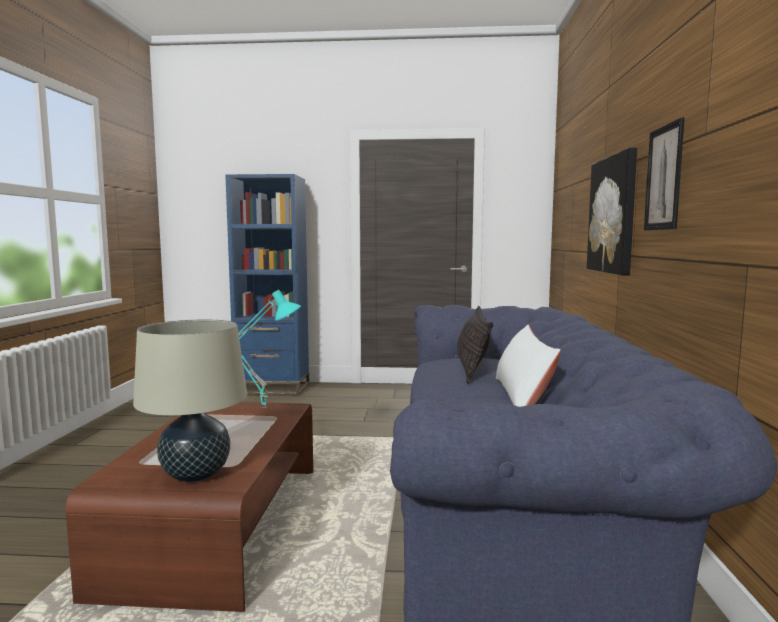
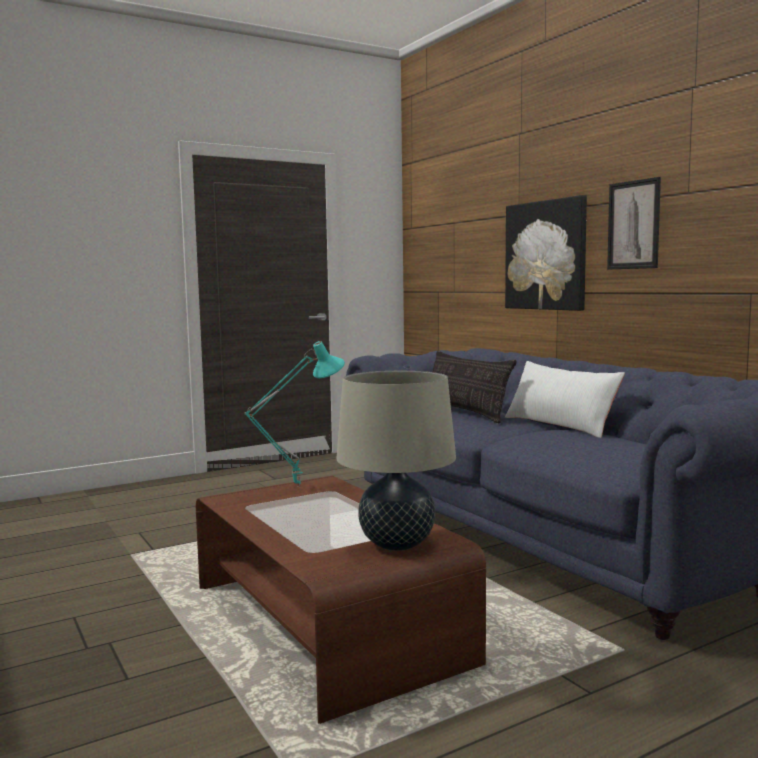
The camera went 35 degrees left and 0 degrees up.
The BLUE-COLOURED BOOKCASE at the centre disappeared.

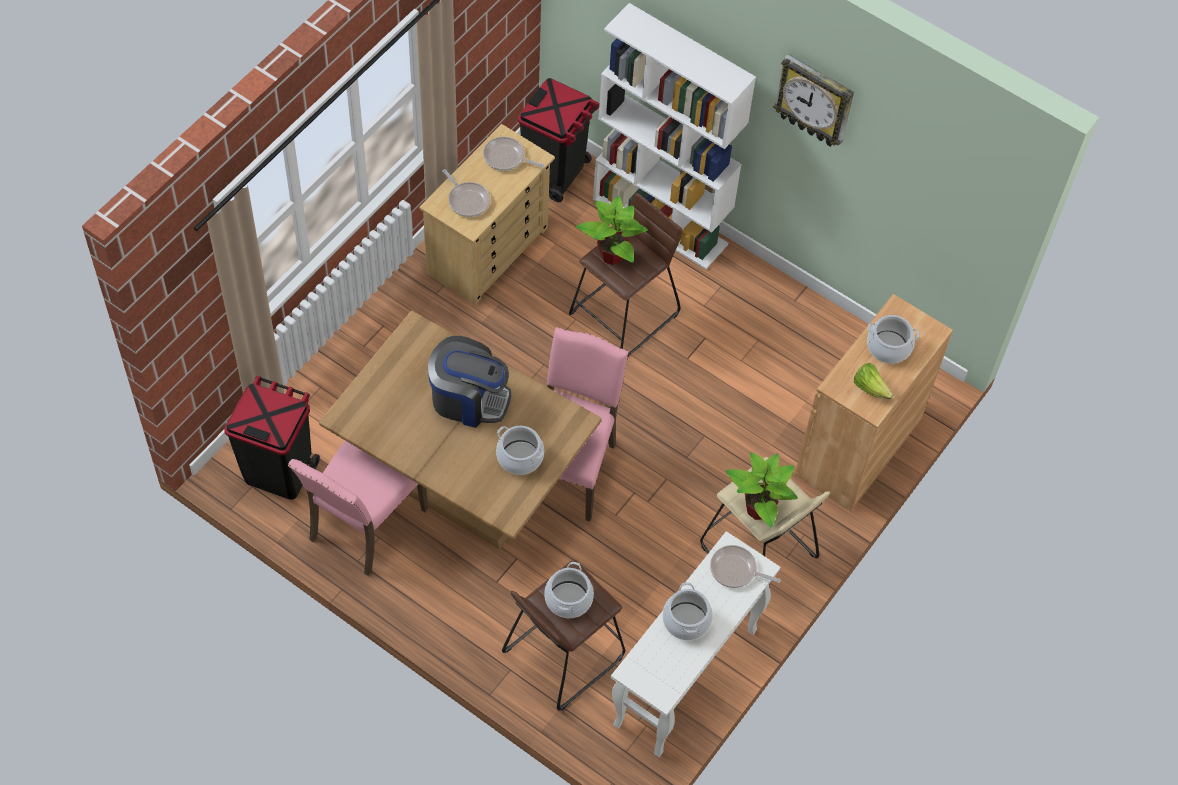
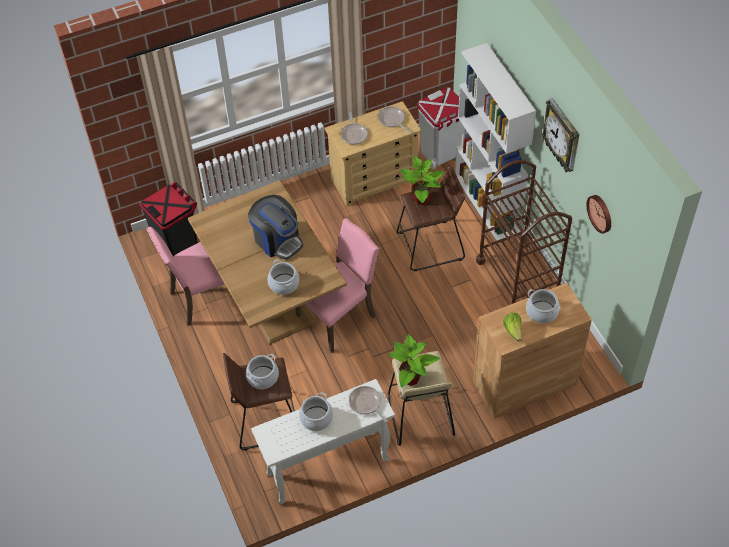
The camera went 35 degrees right and 5 degrees down.
The BLACK RUBBISH BIN (2nd from left) at the top centre became the WHITE-COLOURED RUBBISH BIN at the top centre.
The BROWNISH TROLLEY at the middle right appeared.
The WALL CLOCK (2nd from left) at the middle right appeared.

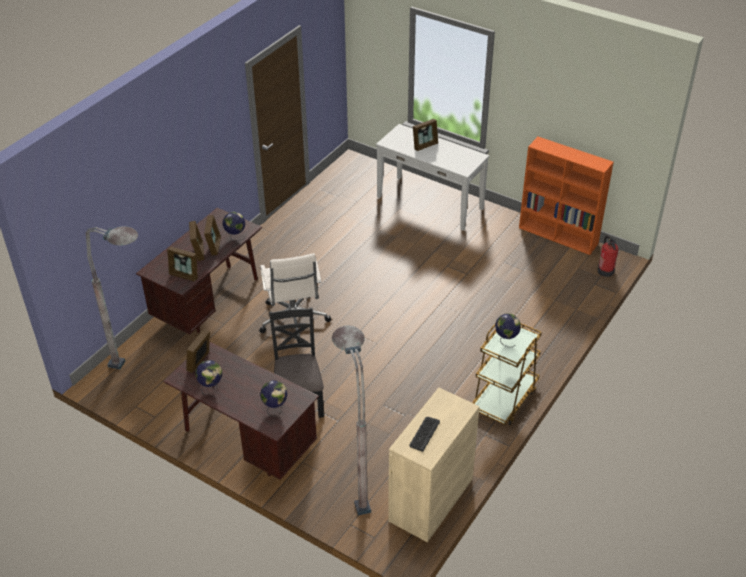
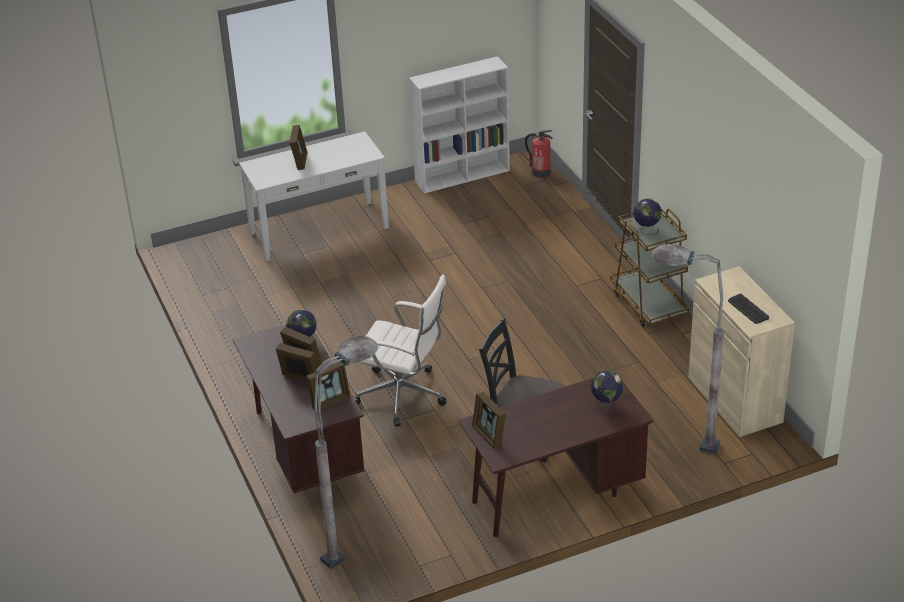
The camera went 55 degrees left and 5 degrees down.
The ORANGE BOOKCASE at the middle right became the WHITE-COLOURED BOOKCASE at the top centre.
The GLOBE (1st from left) at the middle left disappeared.

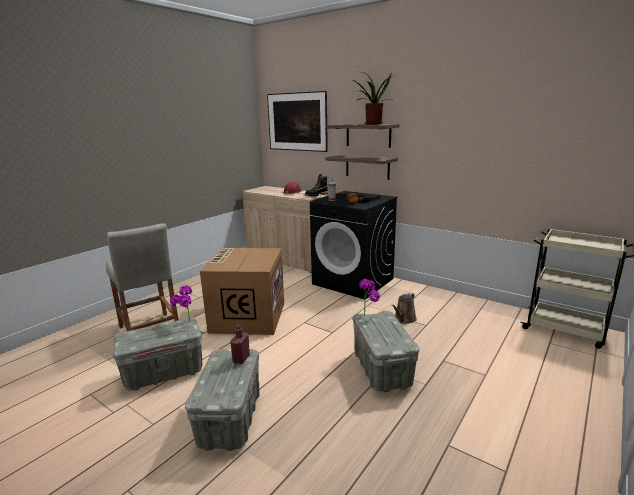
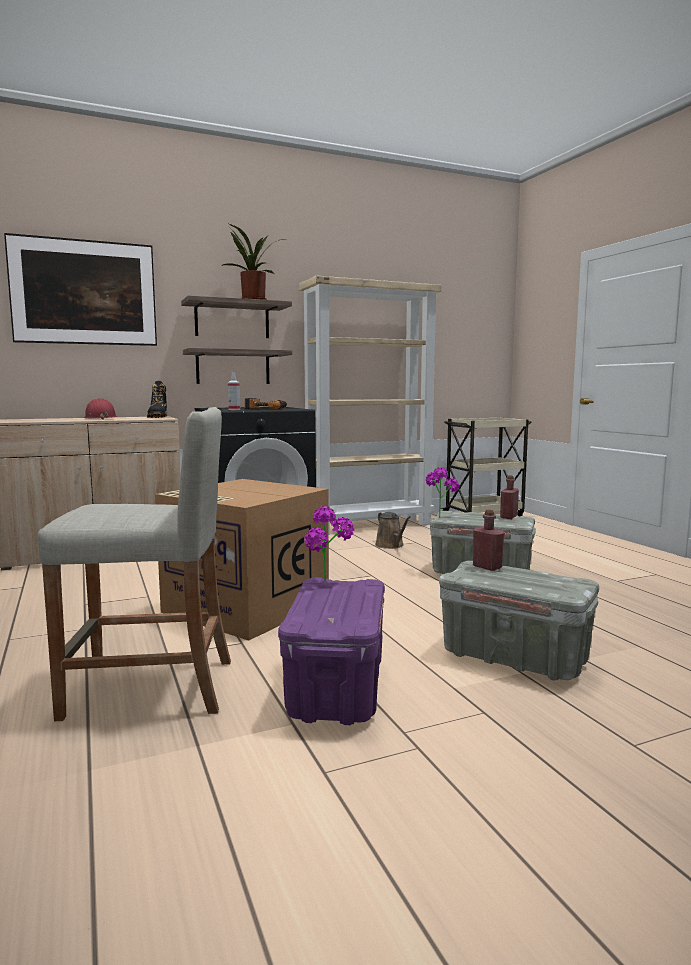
The camera went 60 degrees left and 10 degrees down.
The GRAY STORAGE BIN (1st from left) at the bottom left became the PURPLISH STORAGE BIN at the bottom centre.
The SAND-COLOURED BOOKCASE at the centre appeared.
The RED DRINK BOTTLE (2nd from left) at the middle right appeared.

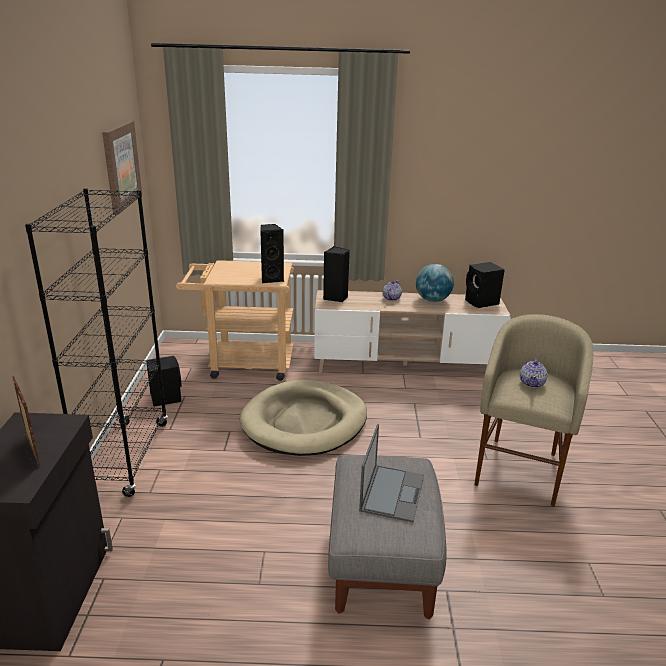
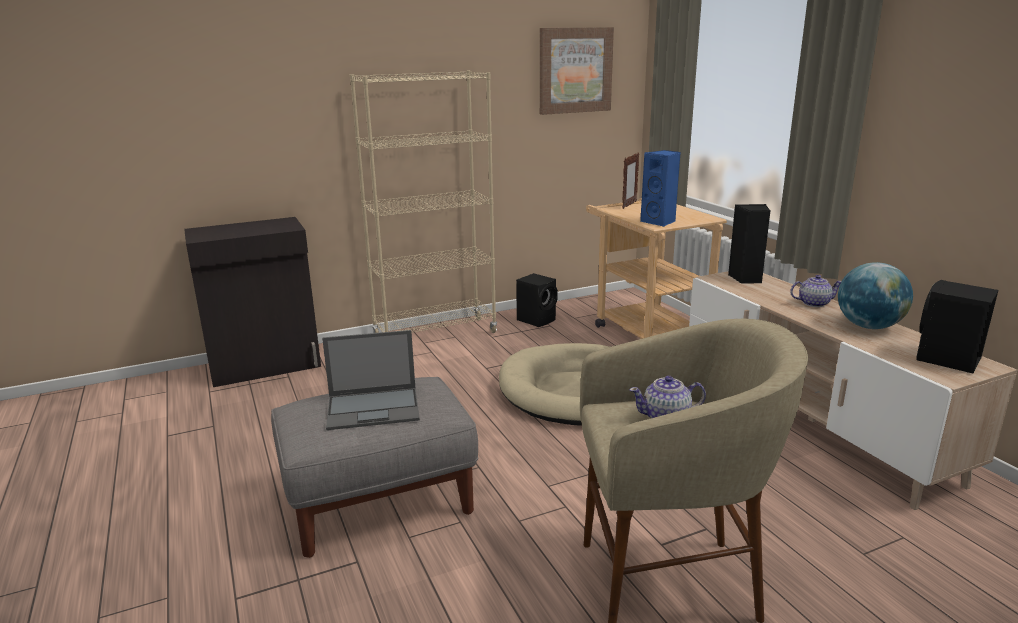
The camera went 65 degrees right and 5 degrees down.
The BLACK BOOKCASE at the middle left became the SAND-COLOURED BOOKCASE at the top centre.
The PICTURE FRAME moved from the middle left to the top centre.
The BLACK LOUDSPEAKER (2nd from left) at the centre became the BLUE-COLOURED LOUDSPEAKER at the top centre.

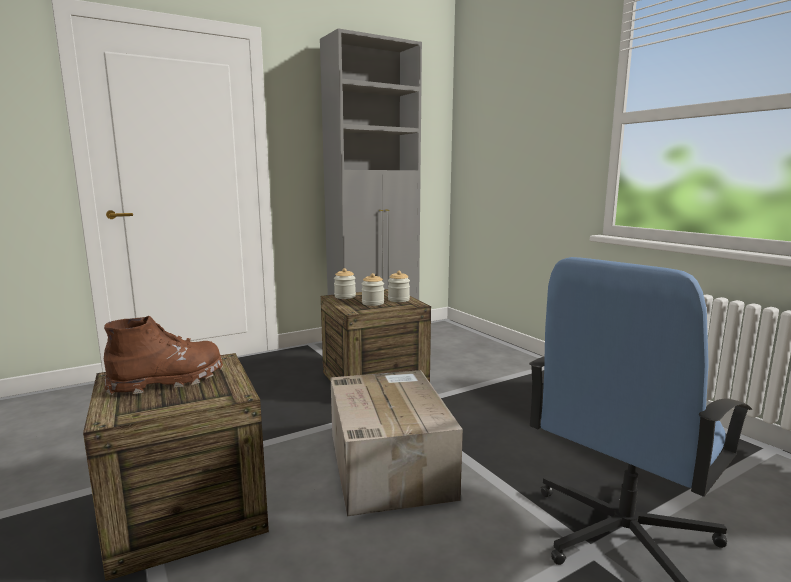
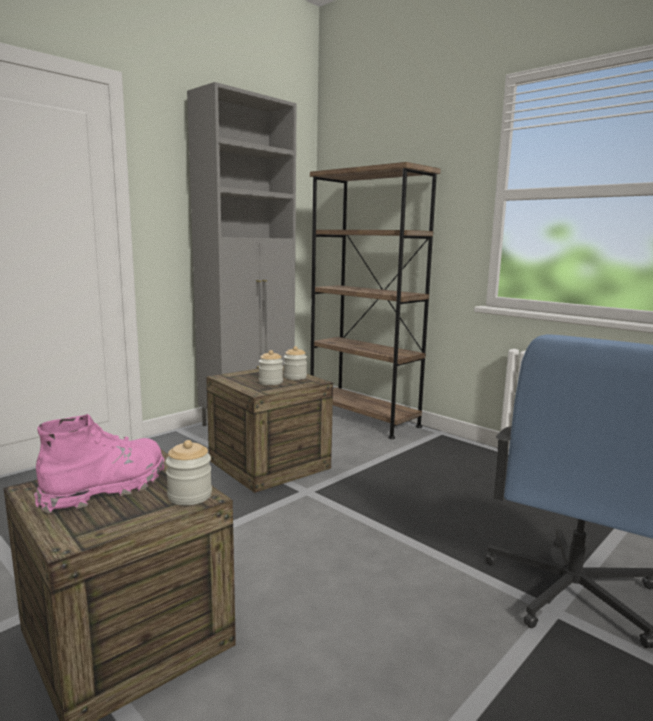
The camera went 15 degrees left and 0 degrees up.
The BROWNISH BOOT at the middle left became the PINK BOOT at the middle left.
The PRESERVE JAR (1st from left) moved from the centre to the middle left.
The BROWNISH BOOKCASE at the centre appeared.
The CARDBOARD BOX at the bottom centre disappeared.

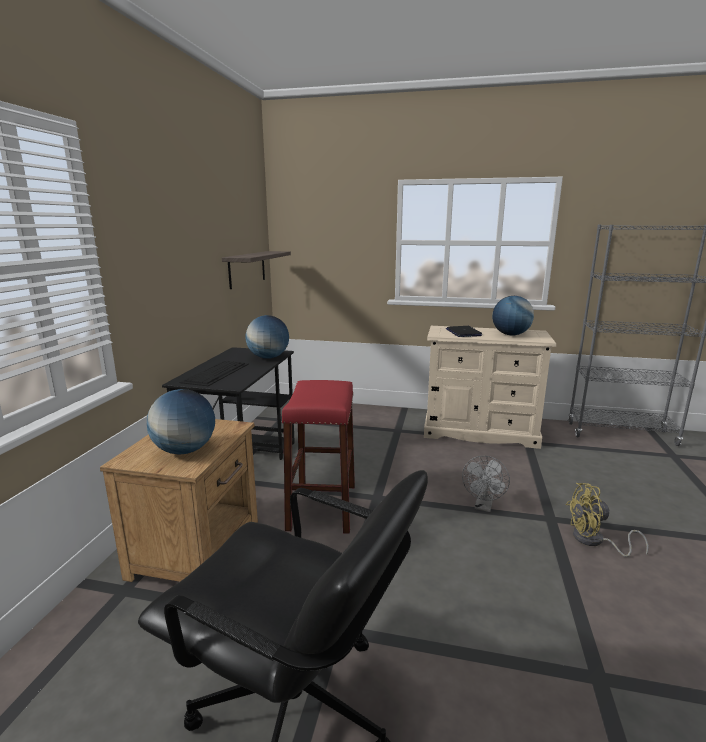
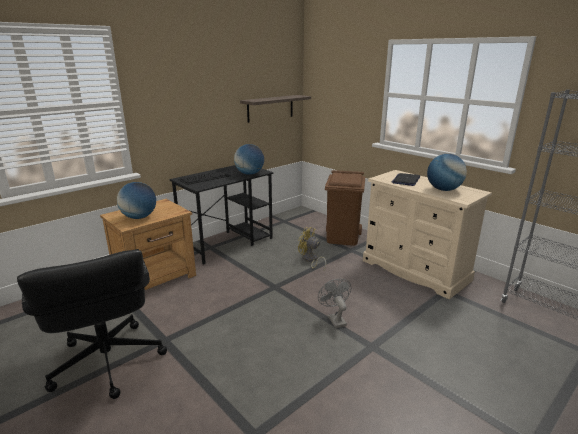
The camera went 35 degrees right and 5 degrees up.
The YELLOW FAN moved from the bottom right to the centre.
The GRAY FAN at the middle right turned 105 degrees clockwise.
The BROWNISH RUBBISH BIN at the centre appeared.
The RED SITTING STOOL at the centre disappeared.

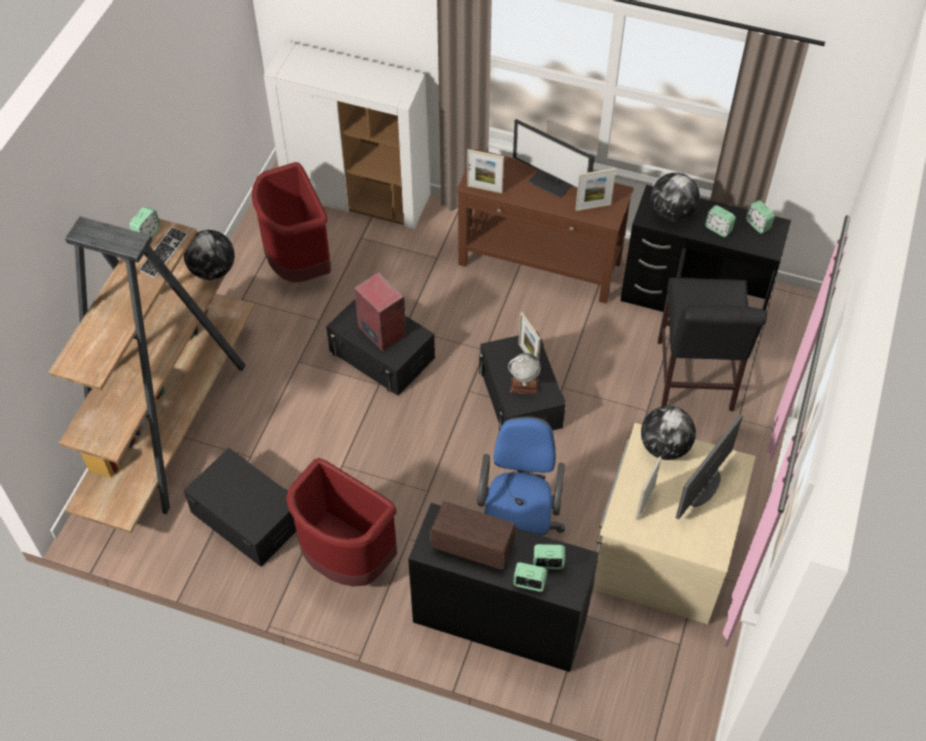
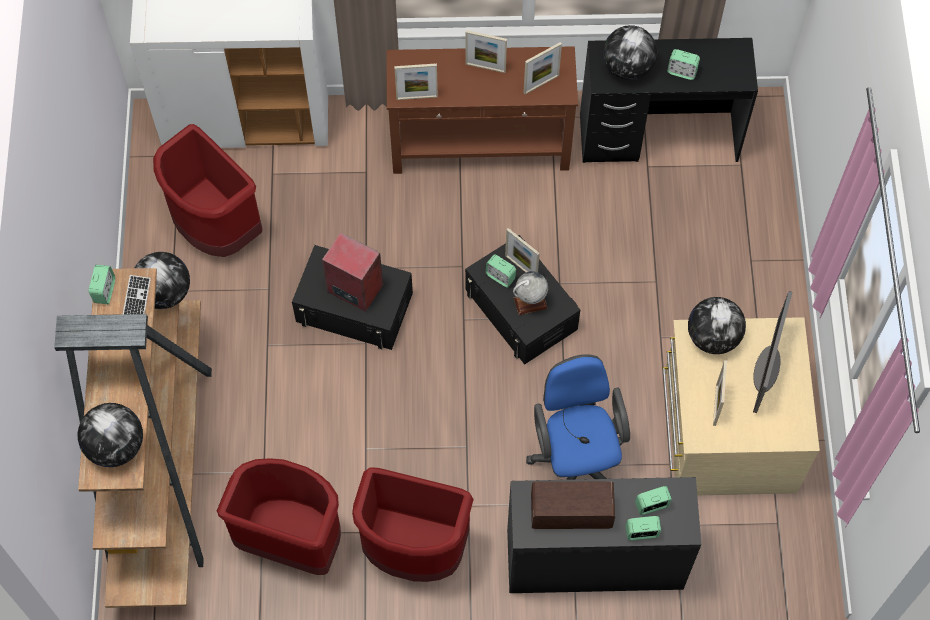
The camera went 20 degrees left and 10 degrees up.
The GLOBE (1st from left) at the bottom left appeared.
The BLACK STORAGE BIN (1st from left) at the bottom left was replaced by the RED RUBBISH BIN (2nd from left) at the bottom left.
The MONITOR (1st from left) at the top centre was replaced by the PICTURE FRAME (2nd from left) at the top centre.
The ALARM CLOCK (5th from left in the first image) moved from the top right to the centre.
The BLACK UPRIGHT CHAIR at the middle right disappeared.

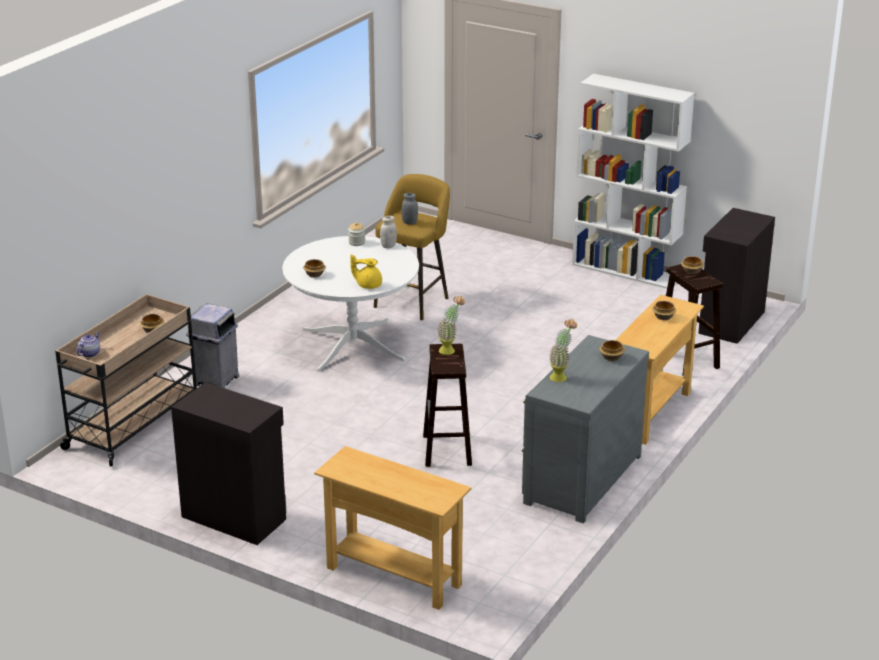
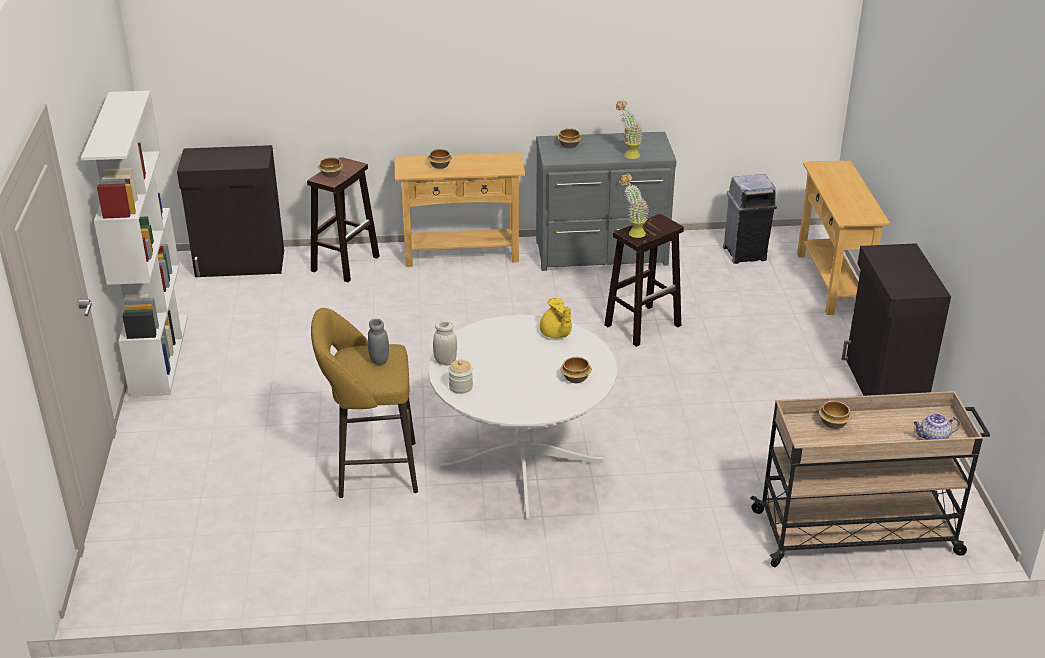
The camera went 125 degrees left and 5 degrees up.
The GRAY RUBBISH BIN moved from the middle left to the top right.

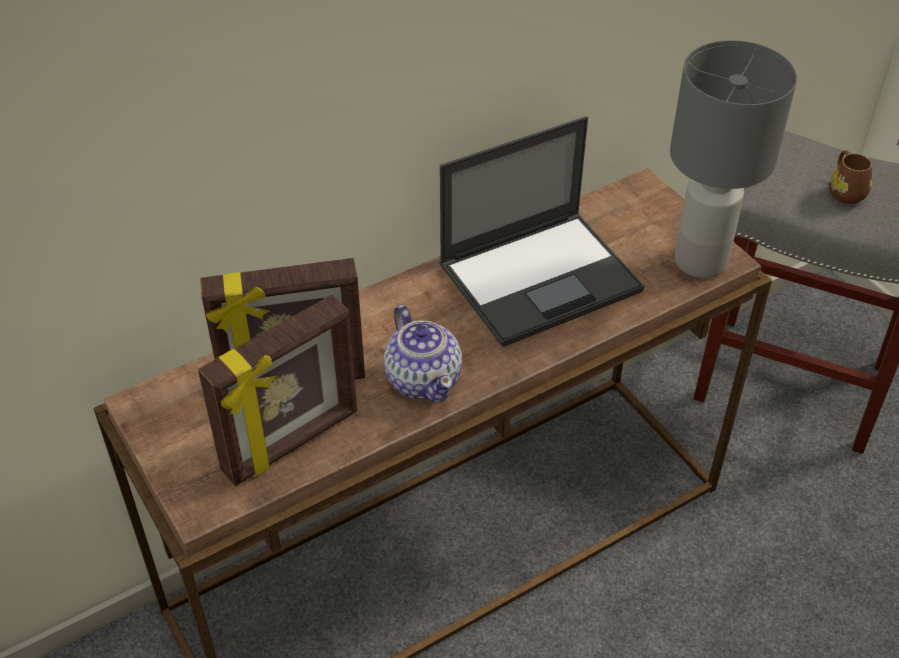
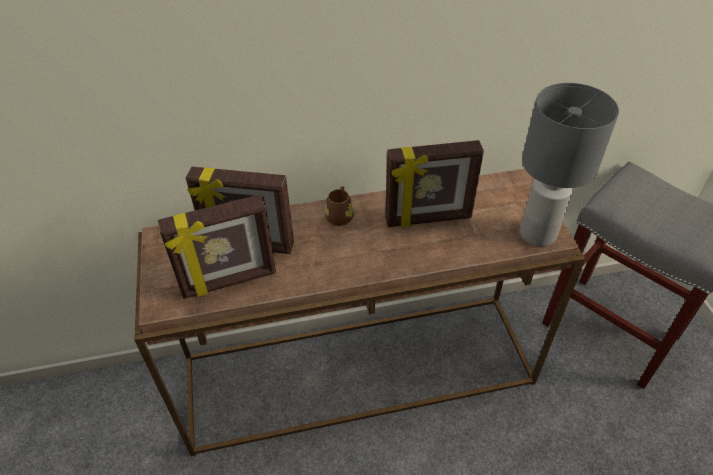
The camera went 20 degrees right and 0 degrees up.
The BROWNISH TEA MUG moved from the top right to the centre.
The LAPTOP at the centre was replaced by the PICTURE FRAME (3rd from left) at the centre.
The POT FOR TEA at the centre disappeared.

